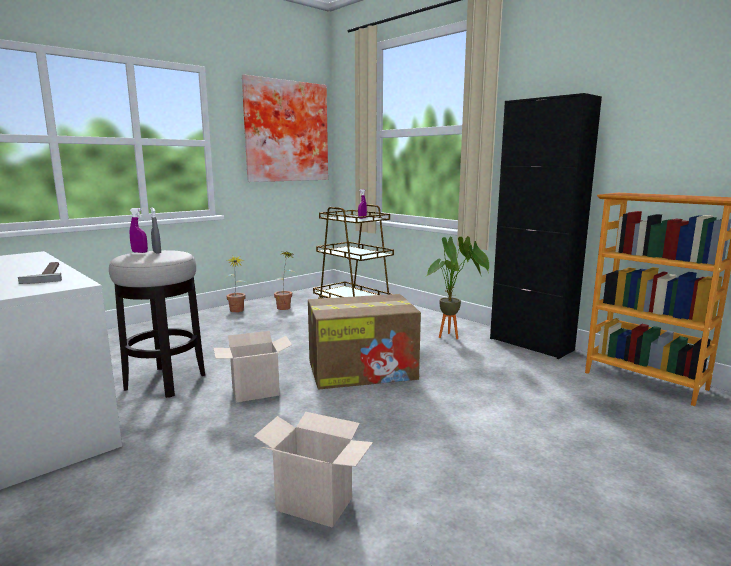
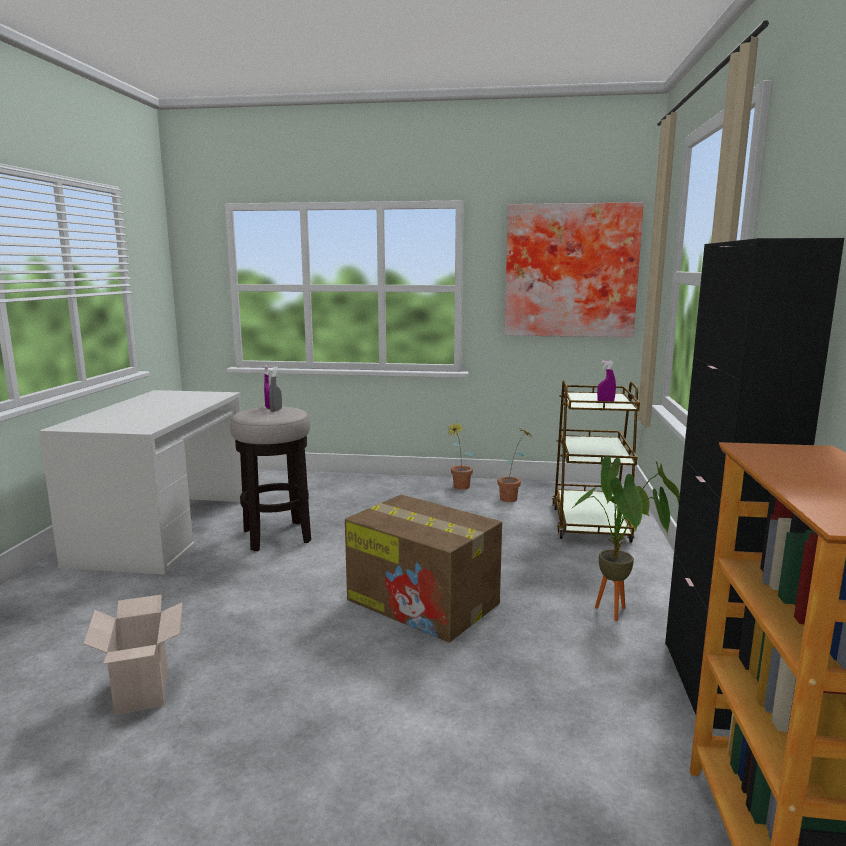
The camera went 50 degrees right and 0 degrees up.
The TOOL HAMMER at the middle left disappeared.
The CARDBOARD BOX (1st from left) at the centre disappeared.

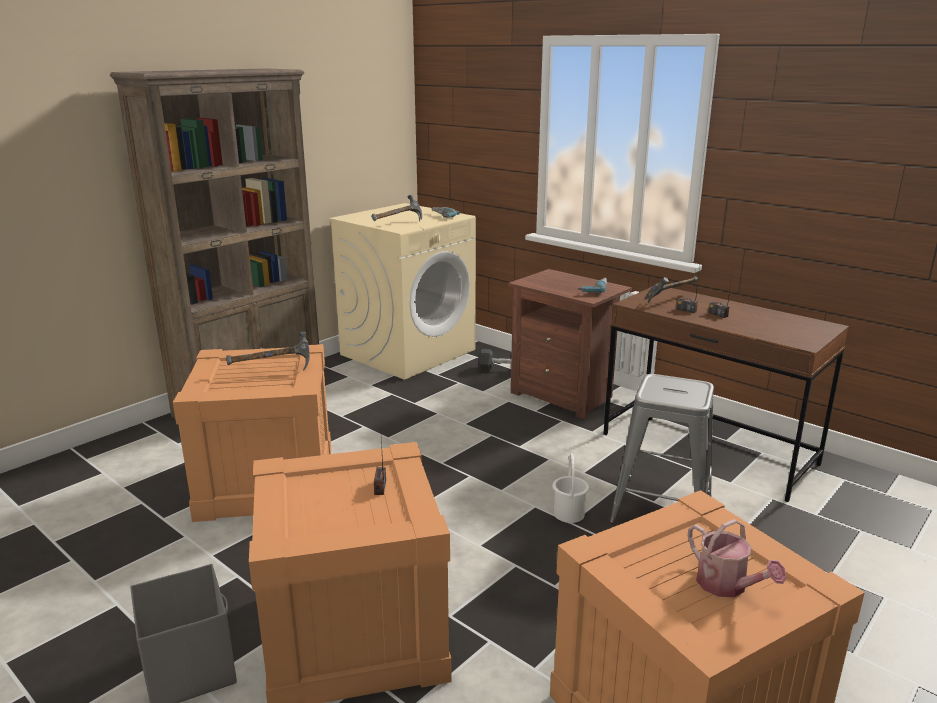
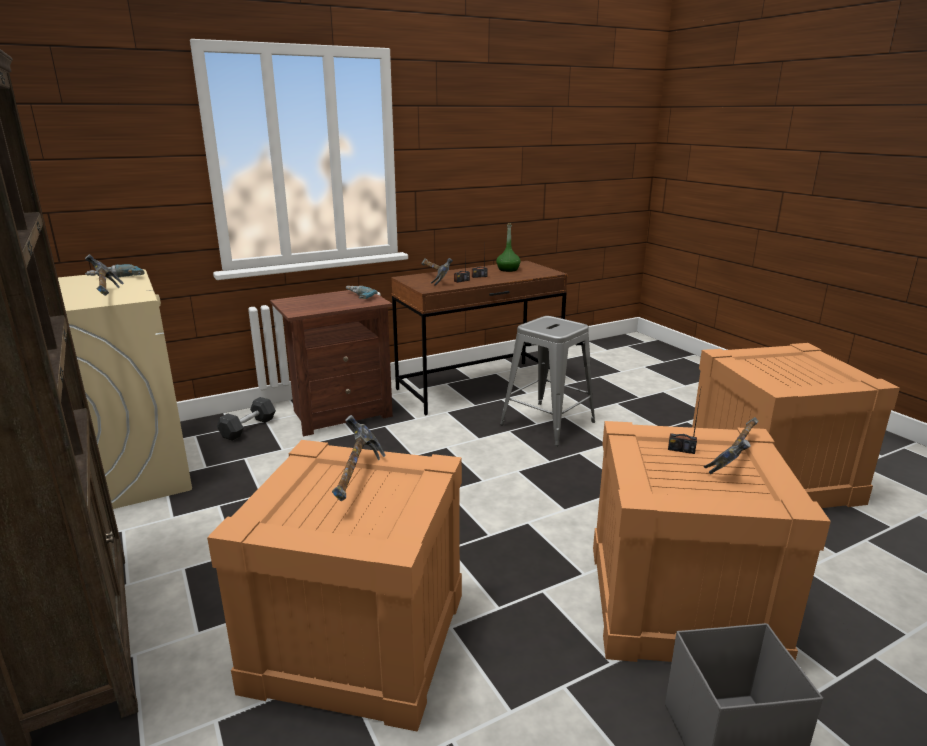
The camera went 70 degrees left and 0 degrees up.
The GREEN DRINK BOTTLE at the top centre appeared.
The TOOL HAMMER (4th from left) at the middle right appeared.
The WHITE-COLOURED BUCKET at the bottom centre disappeared.
The WATERING CAN at the bottom right disappeared.

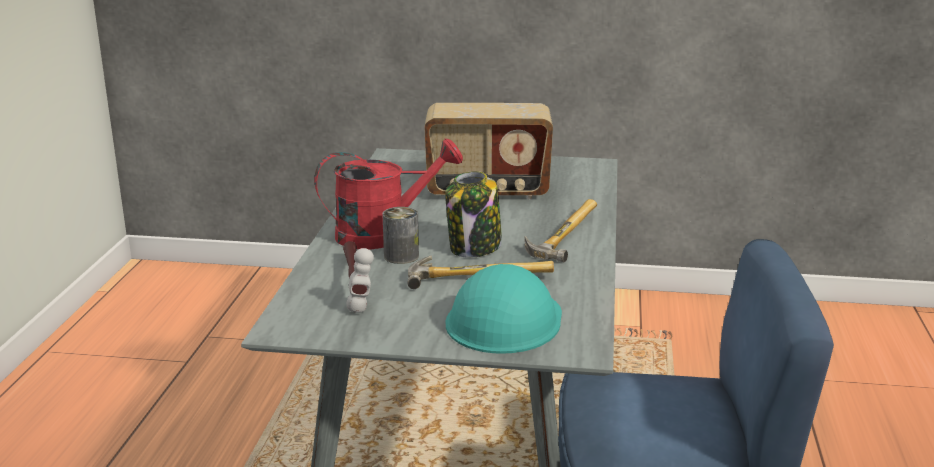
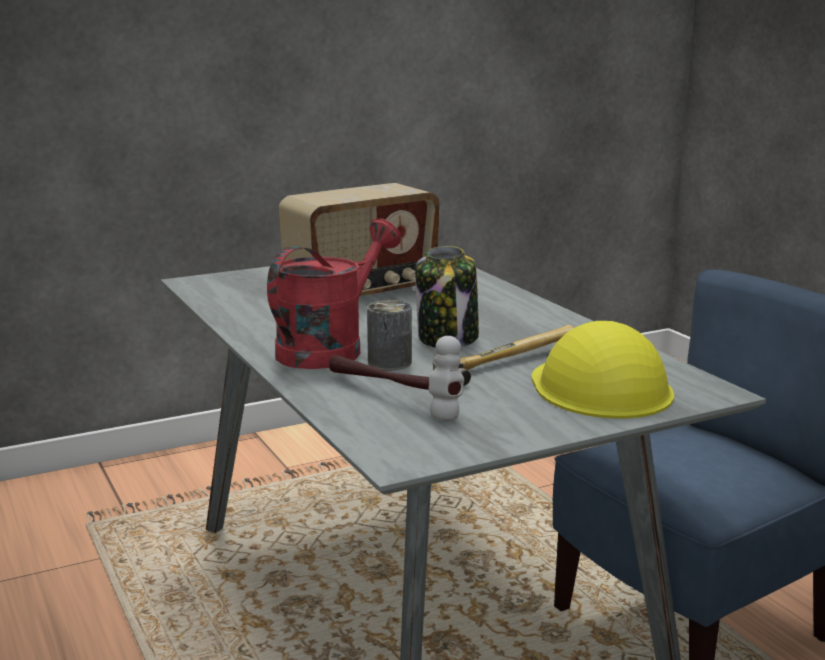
The camera went 35 degrees left and 5 degrees down.
The TURQUOISE-COLOURED WORK HELMET at the centre became the YELLOW WORK HELMET at the middle right.
The TOOL HAMMER (3rd from left) at the centre disappeared.

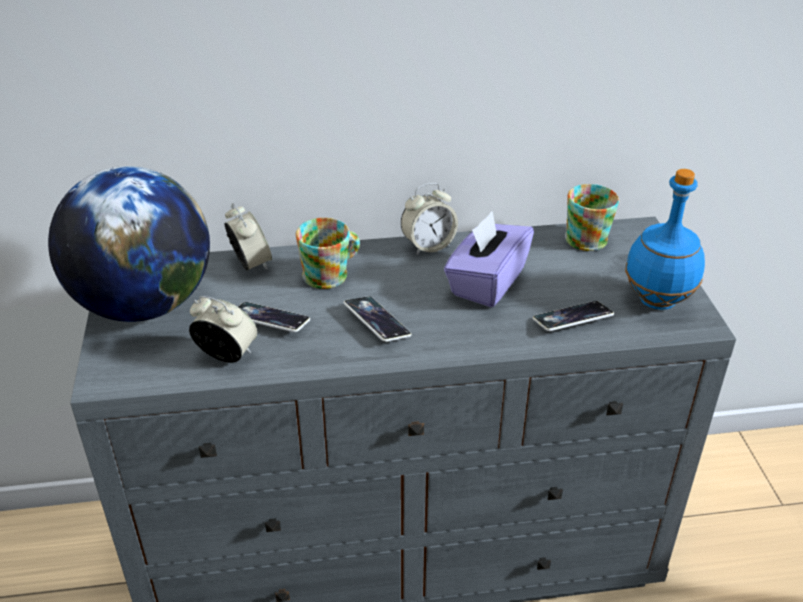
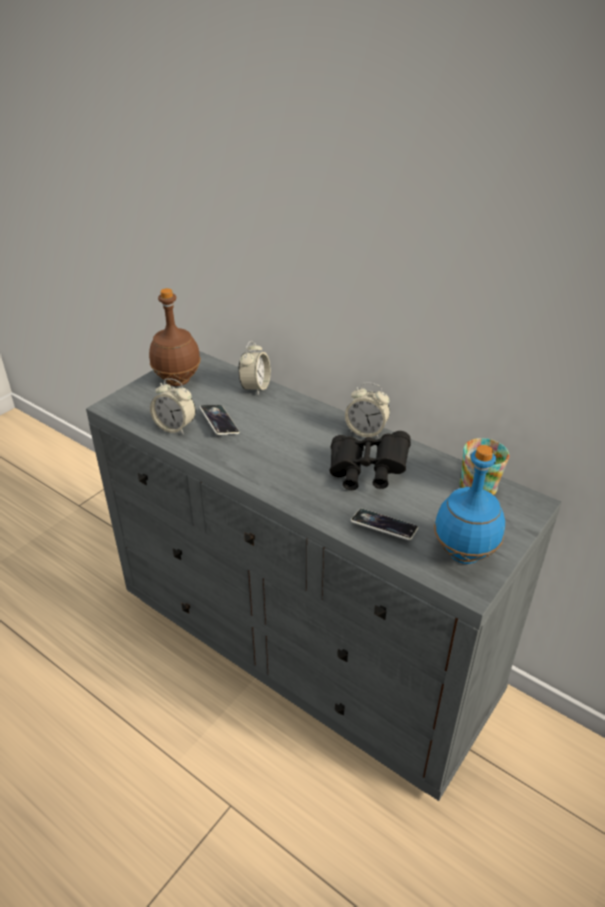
The camera went 45 degrees right and 0 degrees up.
The GLOBE at the middle left was replaced by the BROWNISH DRINK BOTTLE at the middle left.
The ALARM CLOCK (1st from left) at the middle left turned 135 degrees clockwise.
The PURPLISH TISSUE BOX at the centre was replaced by the BLACK BINOCULARS at the centre.
The TEA MUG (1st from left) at the centre disappeared.
The PHONE (2nd from left) at the centre disappeared.

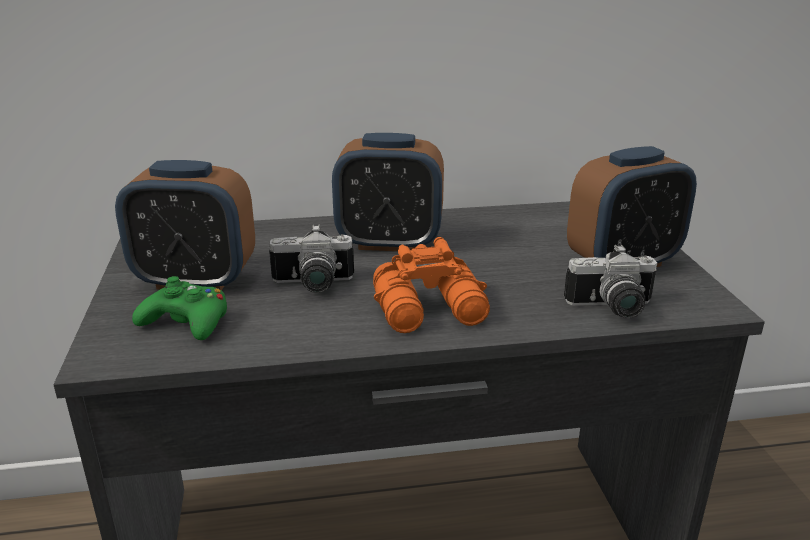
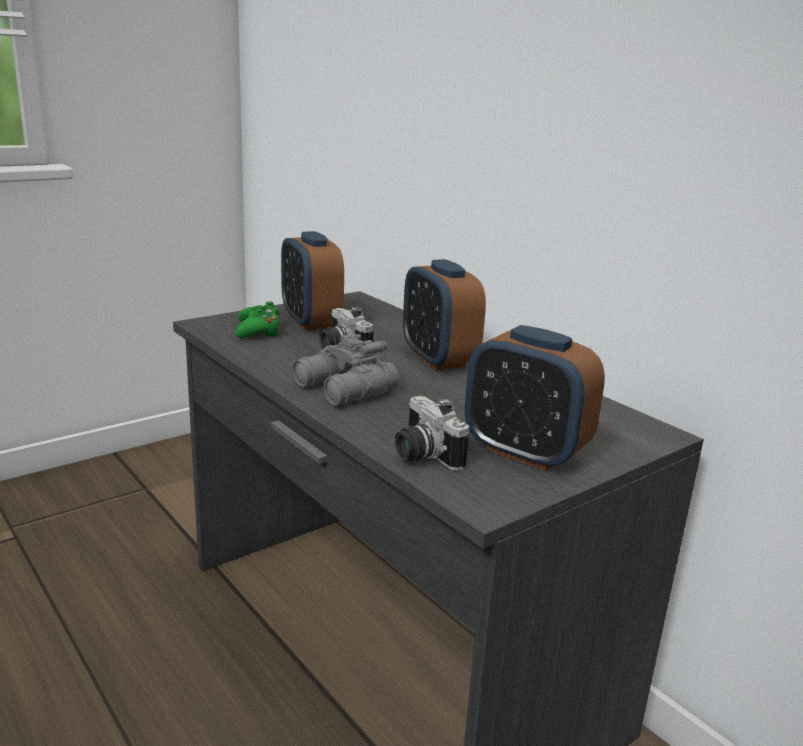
The camera went 60 degrees right and 5 degrees down.
The ORANGE BINOCULARS at the centre became the GRAY BINOCULARS at the centre.

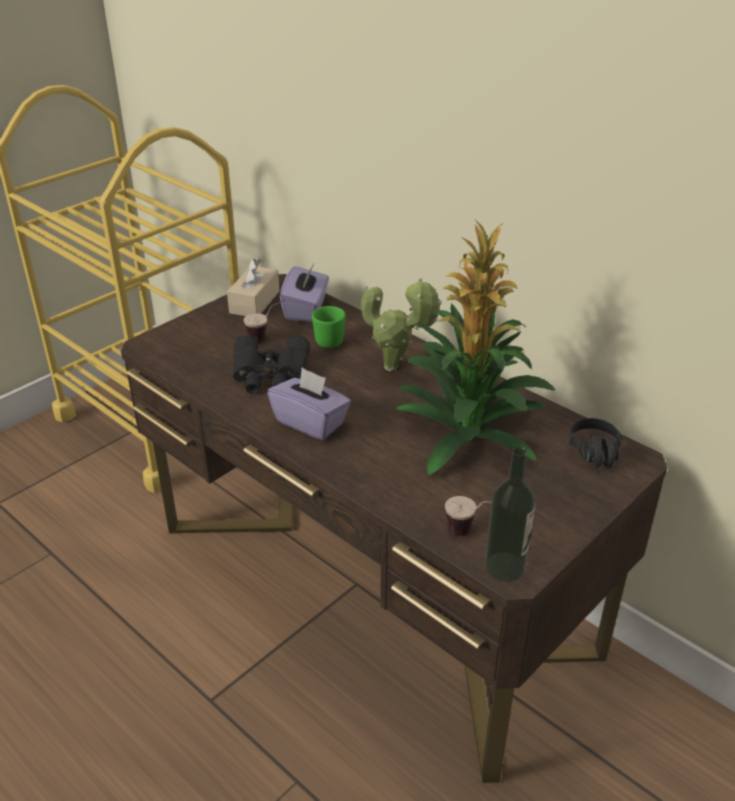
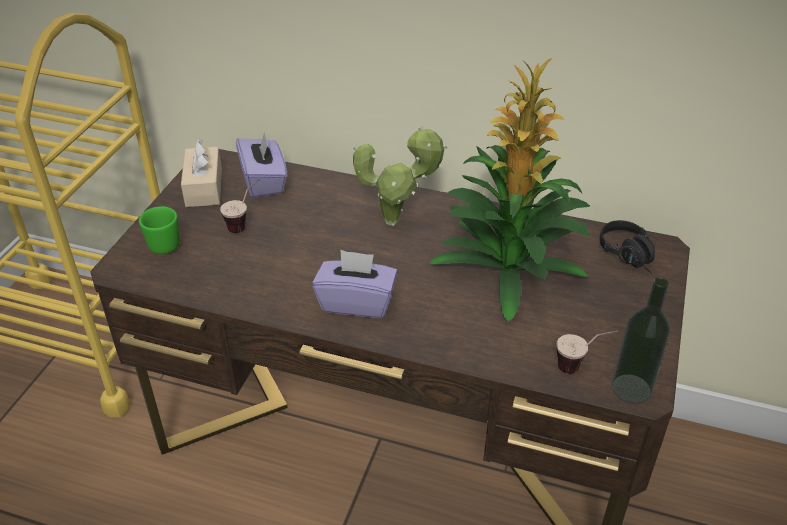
The camera went 25 degrees left and 5 degrees up.
The GREEN TEA MUG moved from the centre to the middle left.
The BLACK BINOCULARS at the centre disappeared.

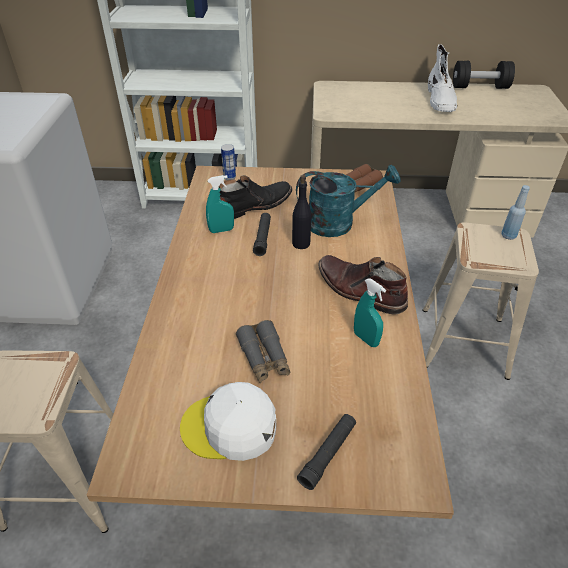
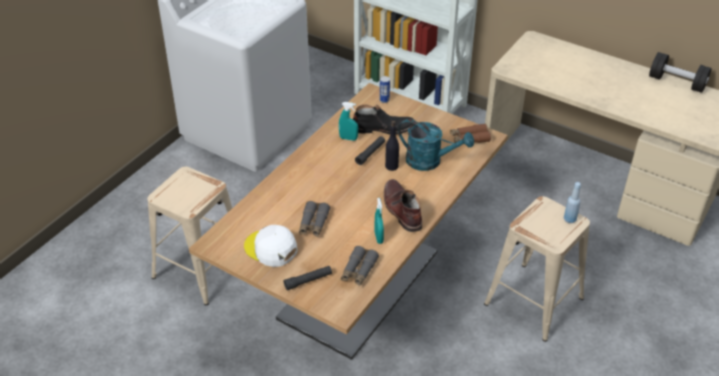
The camera went 30 degrees right and 0 degrees up.
The GRAY BINOCULARS (2nd from left) at the bottom centre appeared.
The WHITE-COLOURED BOOT at the top right disappeared.

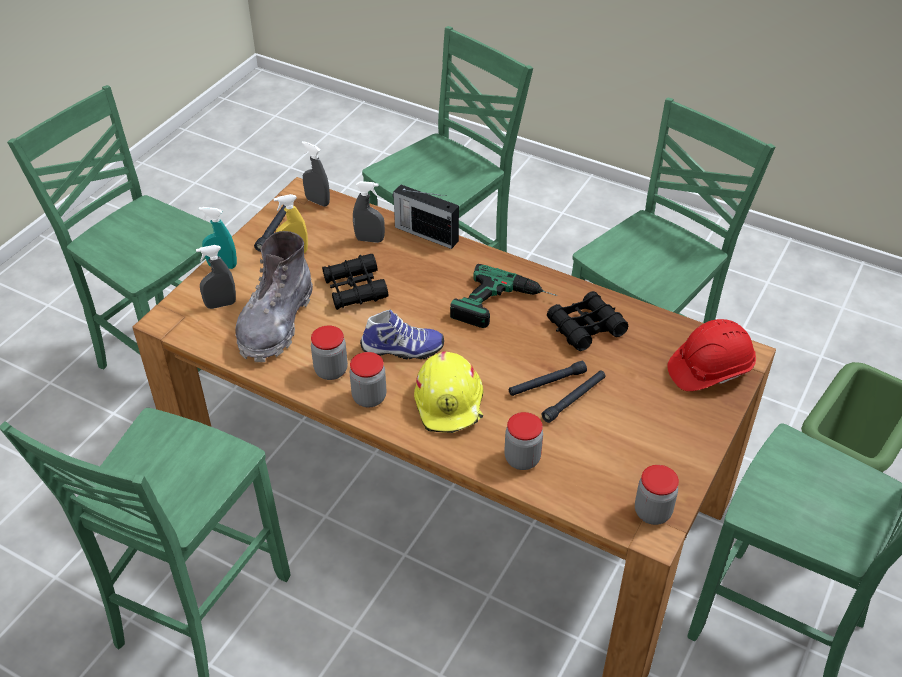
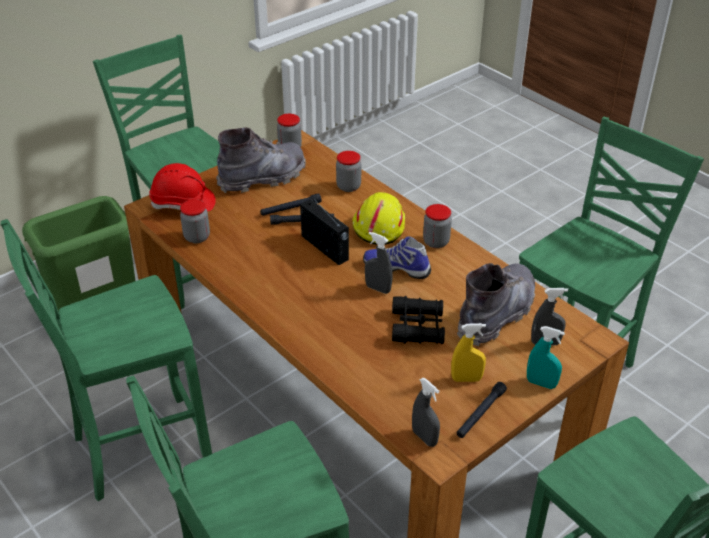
The camera went 160 degrees left and 5 degrees down.
The PRESERVE JAR (1st from left) moved from the centre to the middle left.
The GRAY BOOT (1st from left) at the top centre appeared.
The RADIO SET moved from the top centre to the centre.
The GRAY HAND SPRAYER (3rd from left in the first image) moved from the top centre to the centre.
The POWER DRILL at the centre disappeared.
The BLACK BINOCULARS (2nd from left) at the centre disappeared.

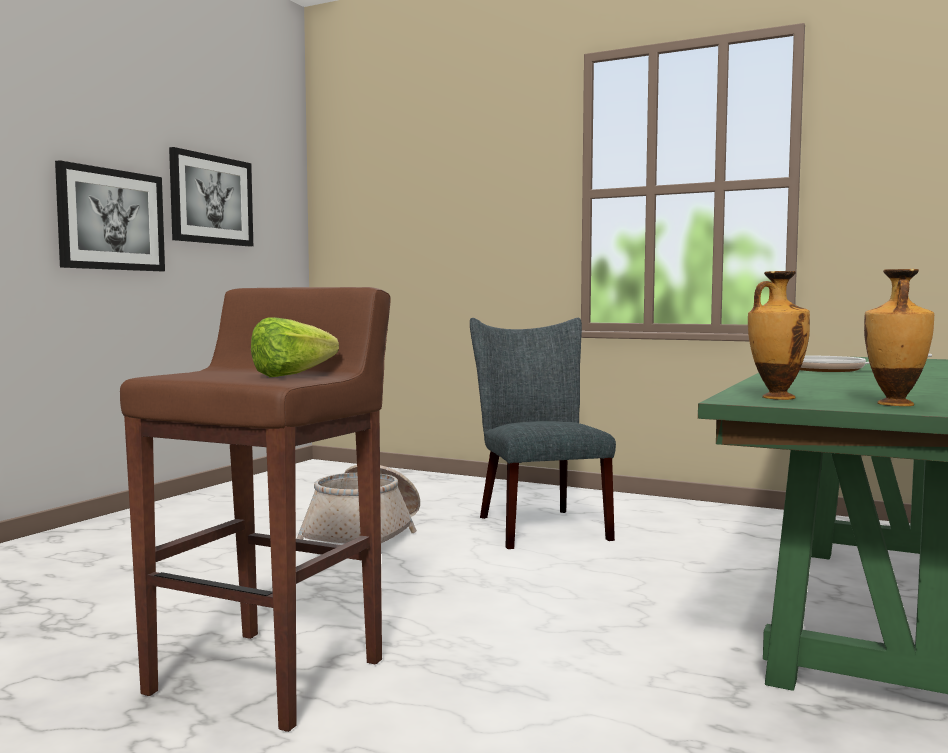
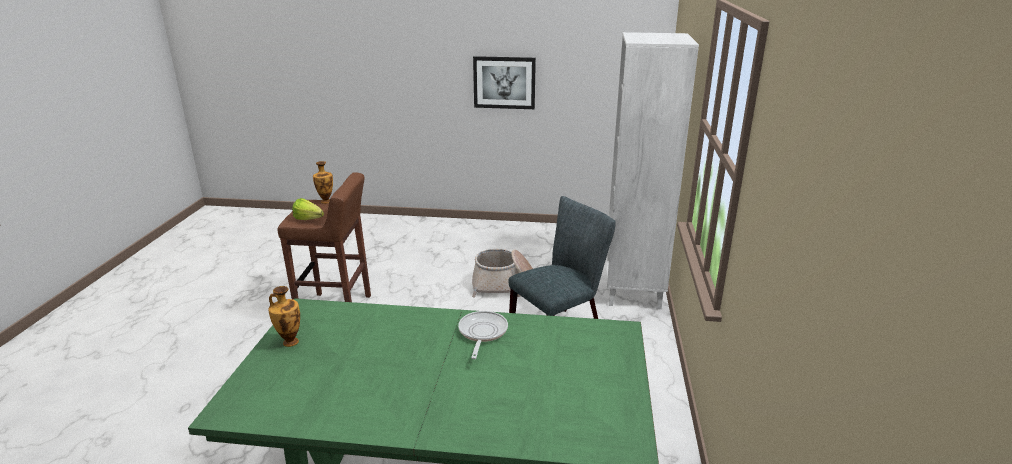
The camera went 70 degrees right and 20 degrees up.
The DECORATIVE VASE (1st from left in the first image) moved from the middle right to the middle left.
The WHITE-COLOURED BOOKCASE at the centre appeared.
The WALL PICTURE (2nd from left) at the top left disappeared.

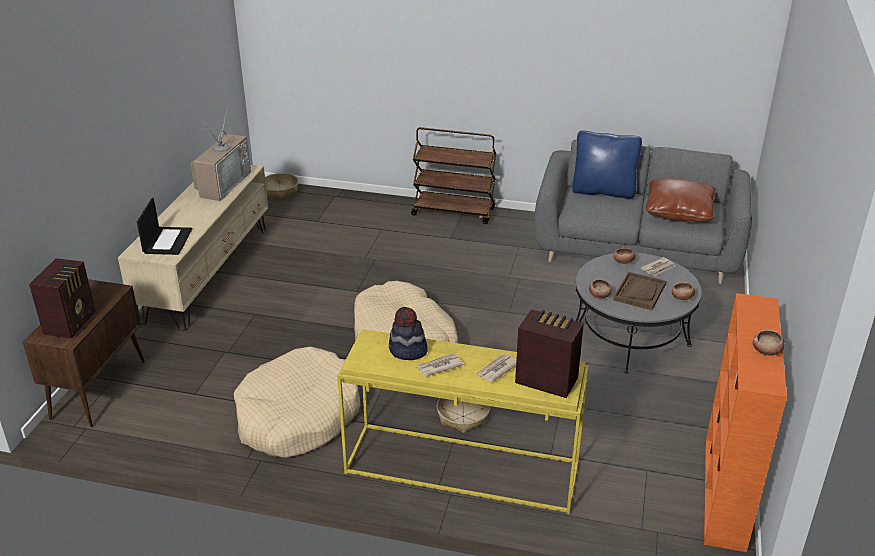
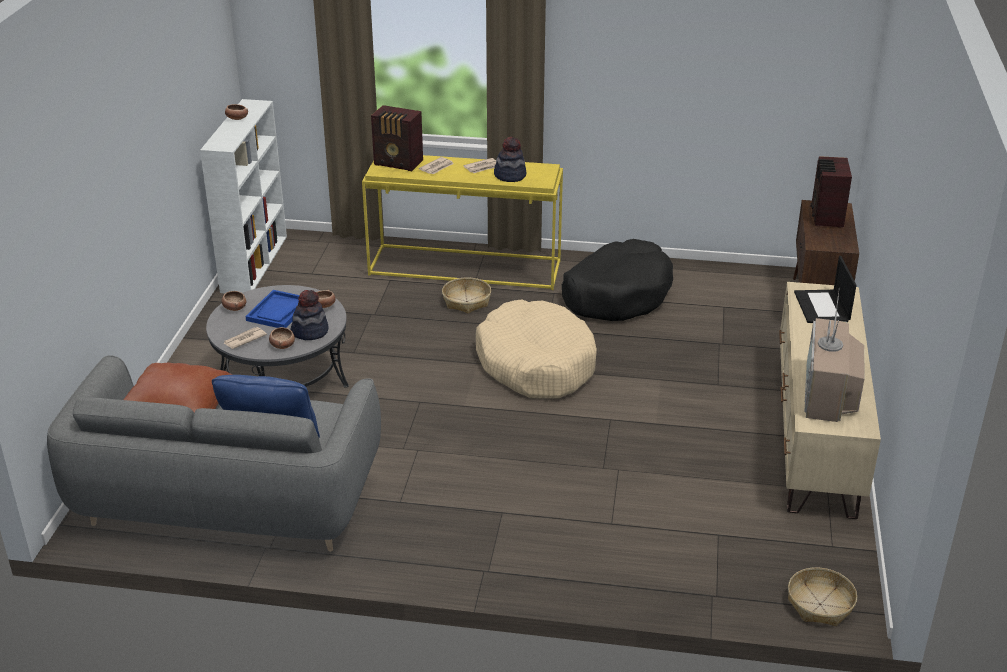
The camera went 175 degrees right and 0 degrees up.
The ORANGE BOOKCASE at the bottom right became the WHITE-COLOURED BOOKCASE at the top left.
The BROWNISH TRAY at the middle right became the BLUE-COLOURED TRAY at the middle left.
The WEARABLE HAT (1st from left) at the middle left appeared.
The SAND-COLOURED DOG CUSHION (1st from left) at the bottom centre became the BLACK DOG CUSHION at the centre.
The BROWNISH TROLLEY at the top centre disappeared.

